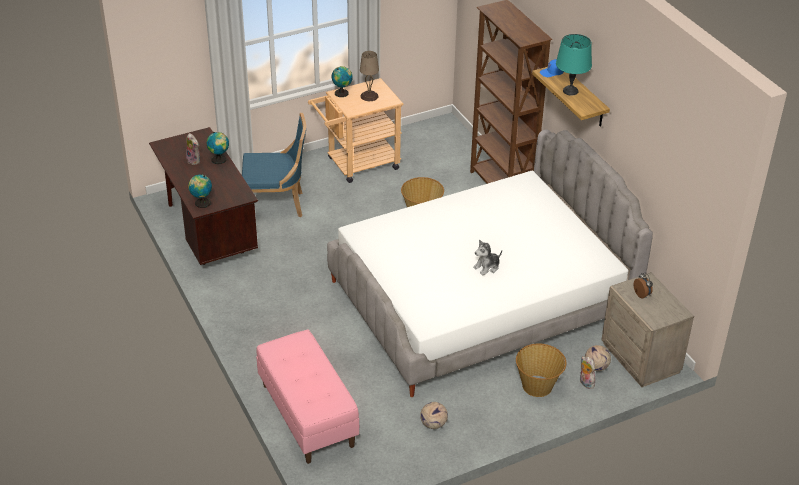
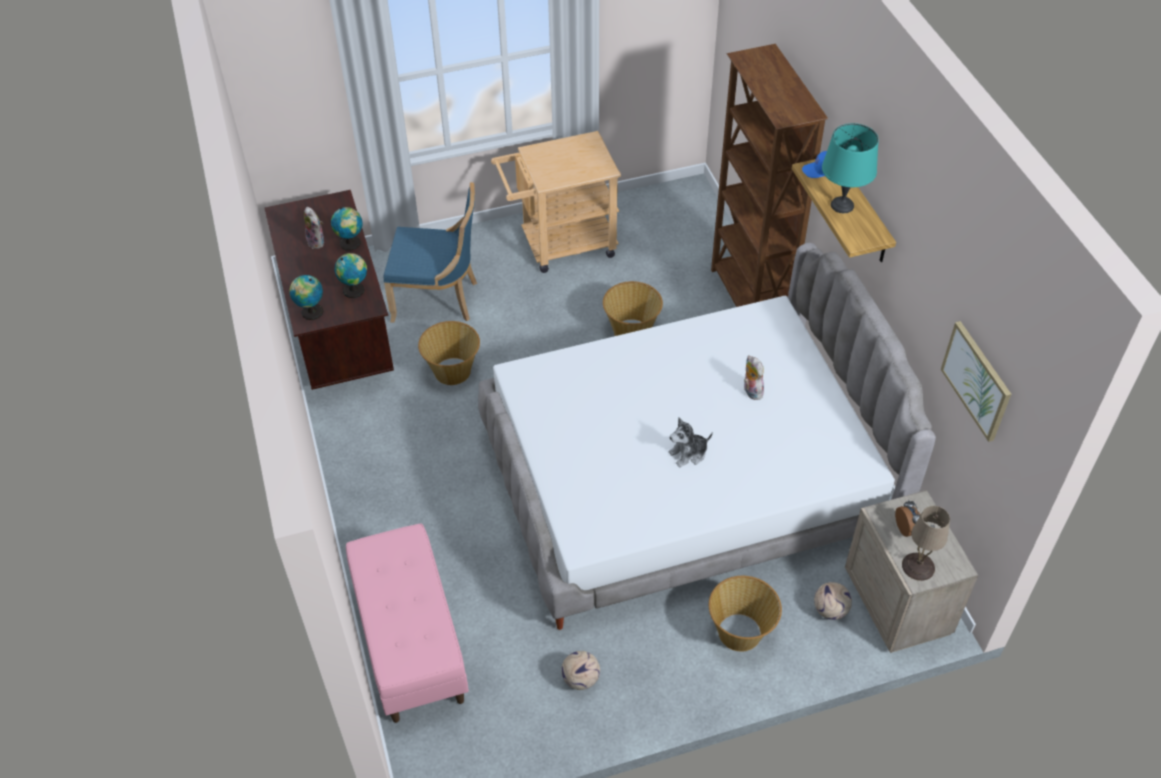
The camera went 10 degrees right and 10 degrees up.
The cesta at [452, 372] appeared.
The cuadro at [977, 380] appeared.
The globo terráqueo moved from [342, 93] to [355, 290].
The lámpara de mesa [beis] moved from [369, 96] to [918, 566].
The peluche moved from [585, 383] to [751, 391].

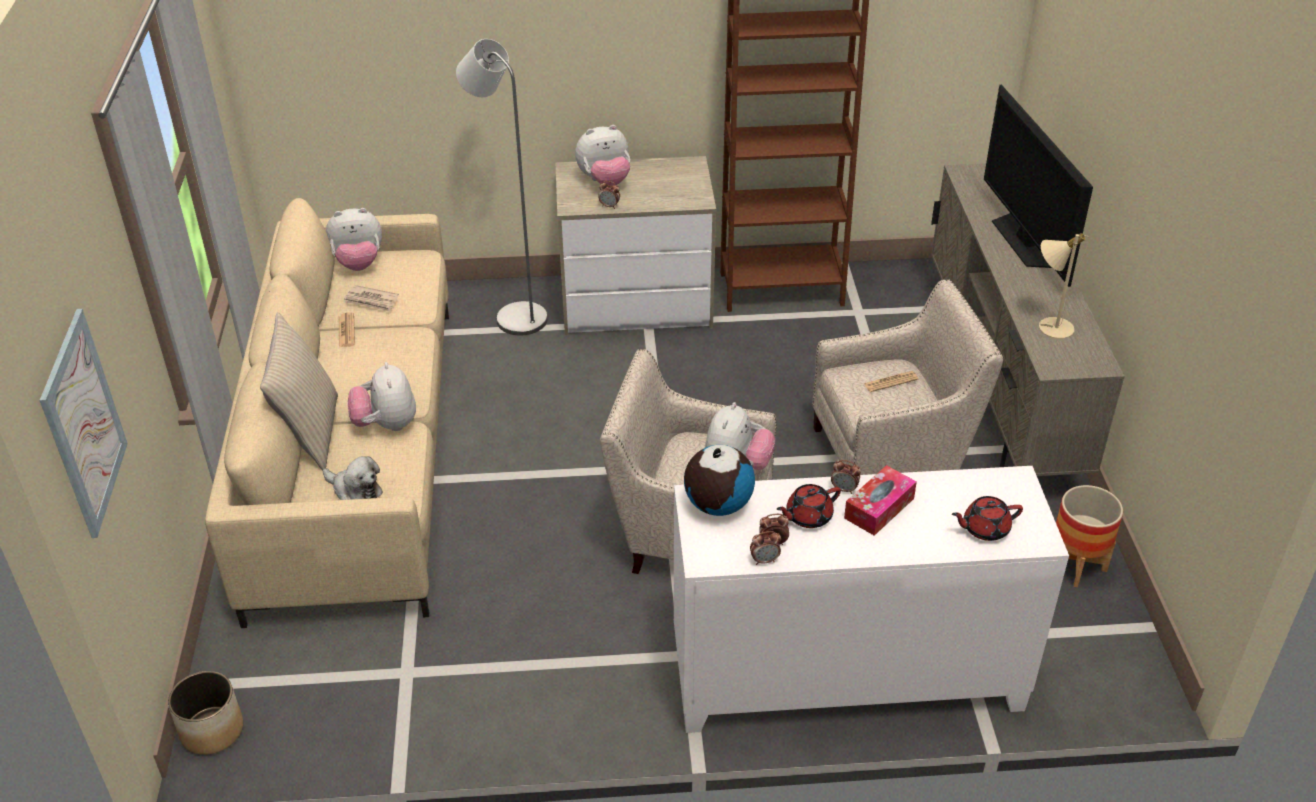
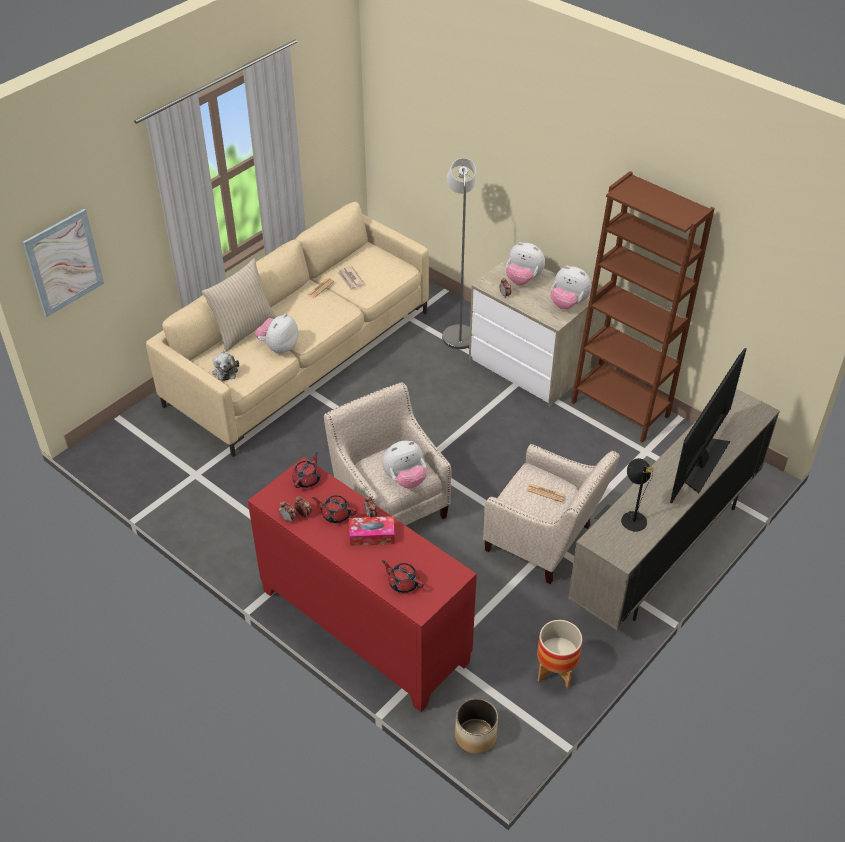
The camera went 45 degrees right and 5 degrees up.
The maceta moved from [212, 730] to [476, 736].
The peluche moved from [358, 263] to [568, 303].
The globo terráqueo at [717, 505] was replaced by the tetera [rojo] at [307, 479].
The armario [blanco] at [846, 677] became the armario [rojo] at [363, 626].
The lámpara de mesa [beis] at [1050, 325] became the lámpara de mesa [negro] at [633, 517].

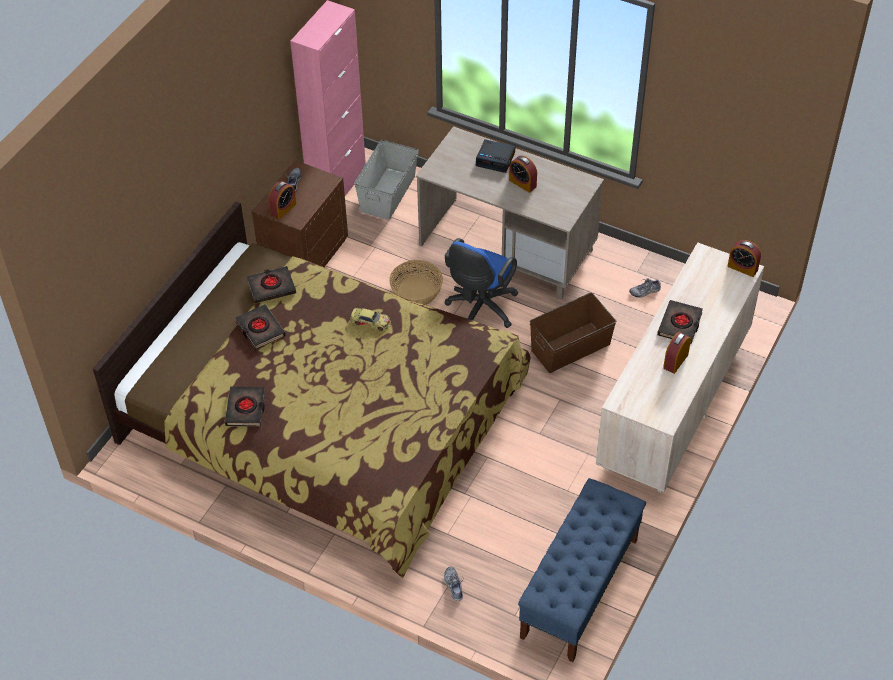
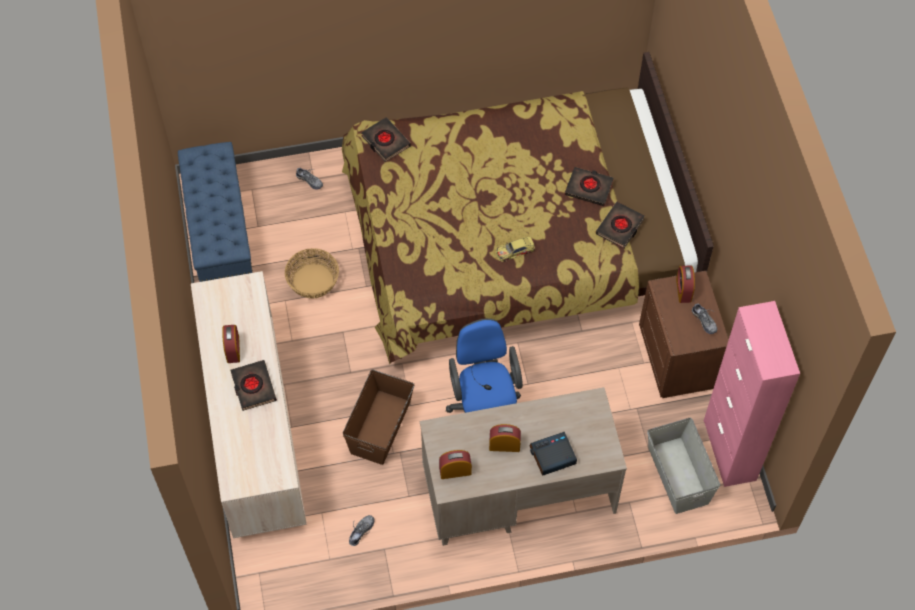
The camera went 140 degrees right and 10 degrees up.
The libro [negro] moved from [246, 409] to [385, 141].
The cesta moved from [417, 292] to [312, 281].
The despertador moved from [742, 268] to [455, 471].

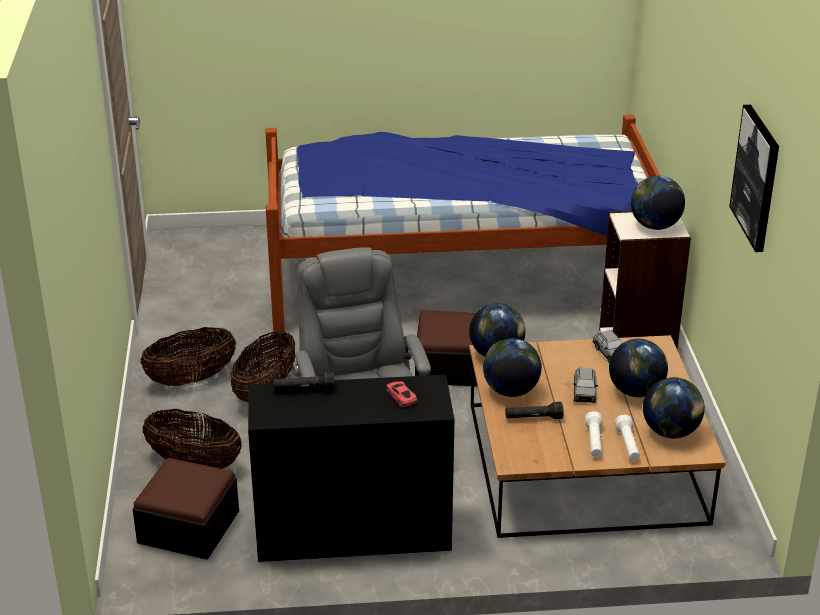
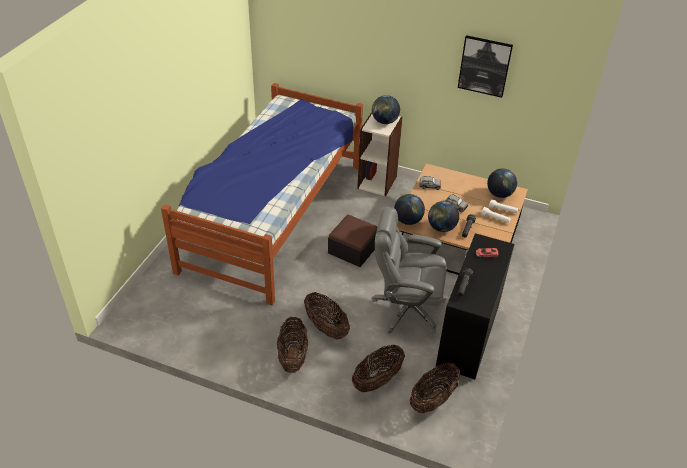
The camera went 65 degrees left and 10 degrees up.
The globo terráqueo at [636, 392] disappeared.
The puf at [188, 527] was replaced by the cesta at [432, 400].

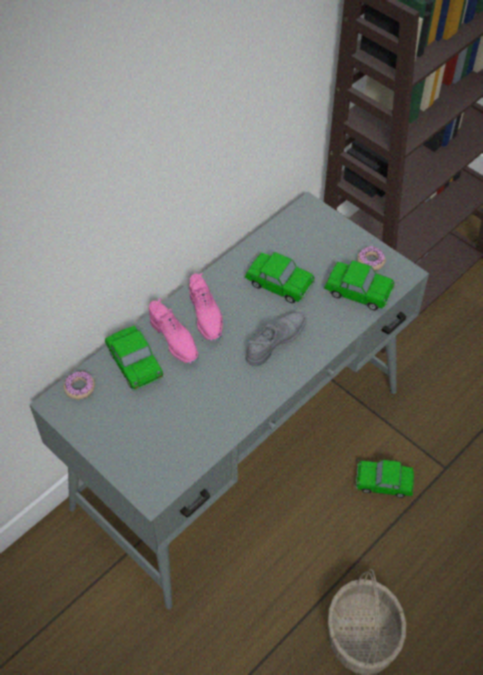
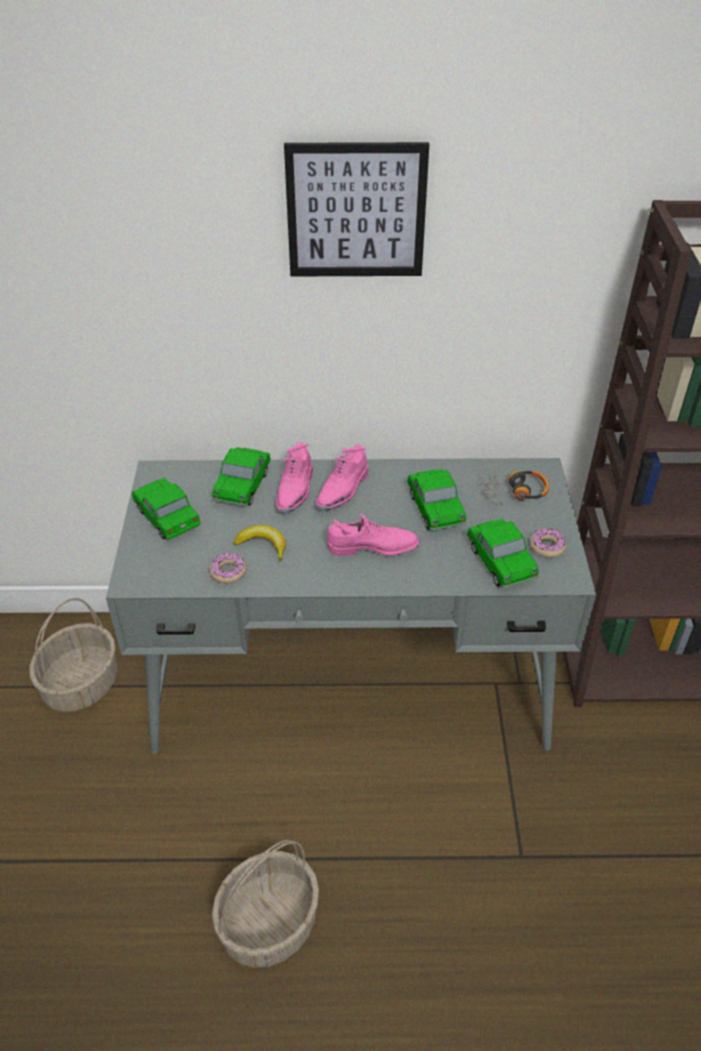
The camera went 45 degrees right and 10 degrees down.
The cesta at [81, 685] appeared.
The plátano at [263, 545] appeared.
The cuadro at [356, 211] appeared.
The auriculares at [513, 492] appeared.
The rosquilla moved from [79, 387] to [228, 572].
The coche de juguete moved from [383, 483] to [167, 518].
The zapato [gris] at [275, 342] became the zapato [rosa] at [373, 548].

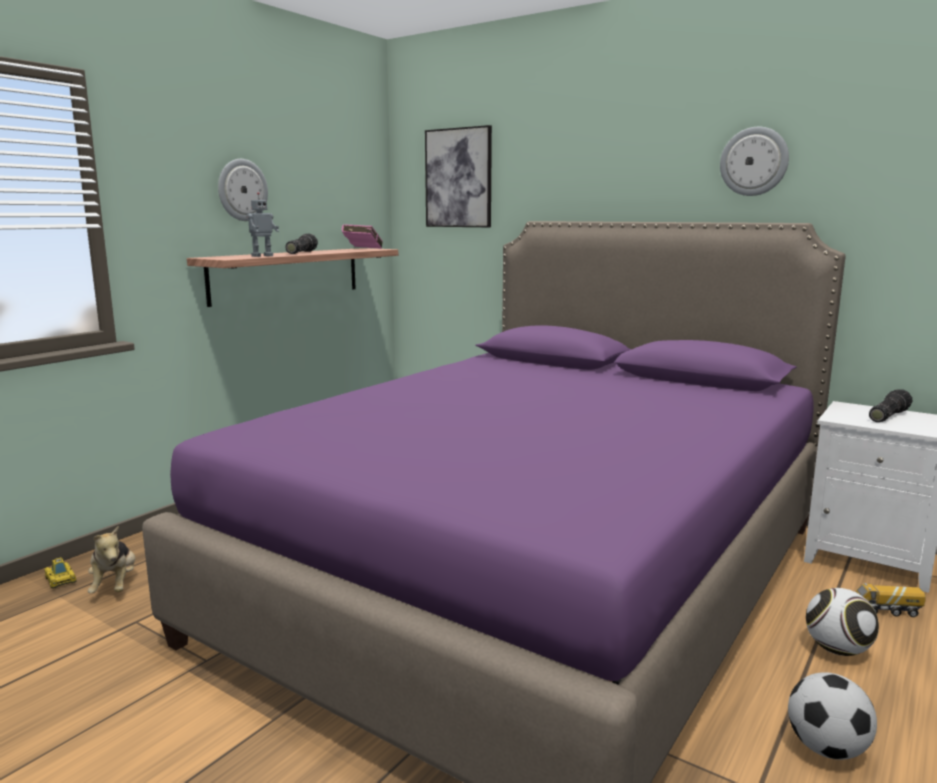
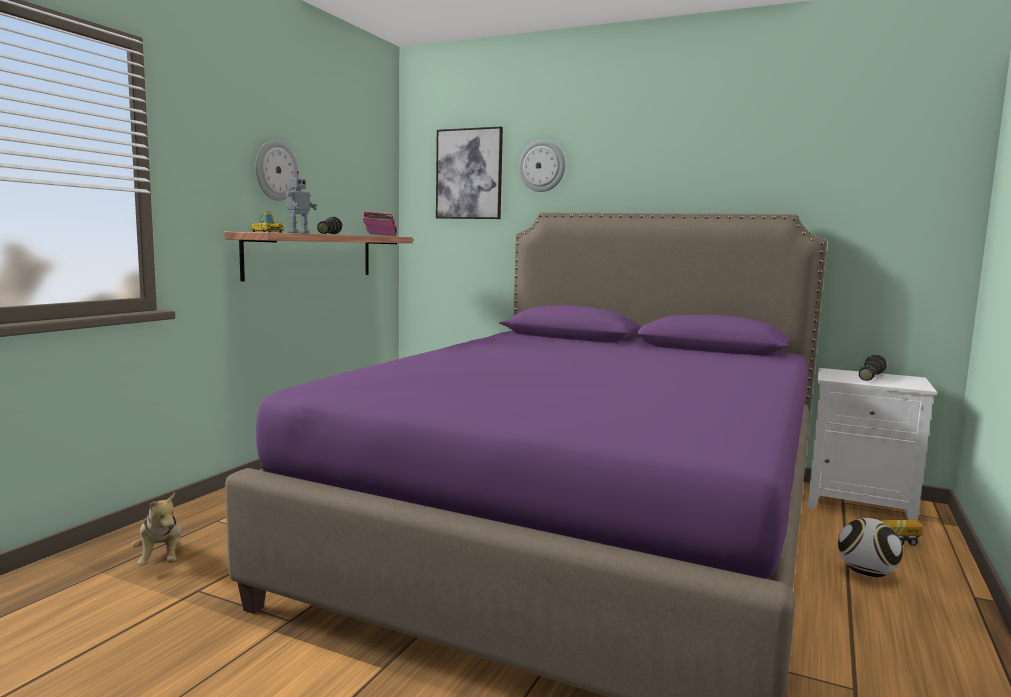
The camera went 10 degrees left and 5 degrees down.
The balón de fútbol at [826, 748] disappeared.
The coche de juguete moved from [61, 579] to [267, 232].
The reloj de pared moved from [754, 161] to [542, 166].

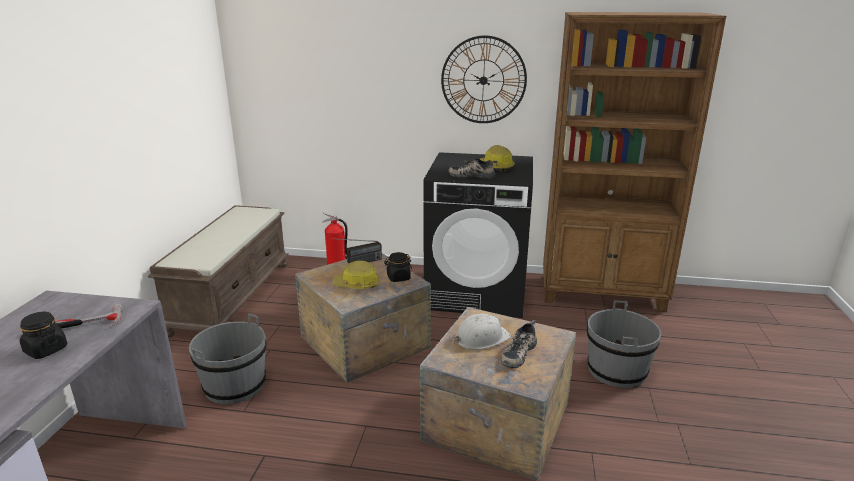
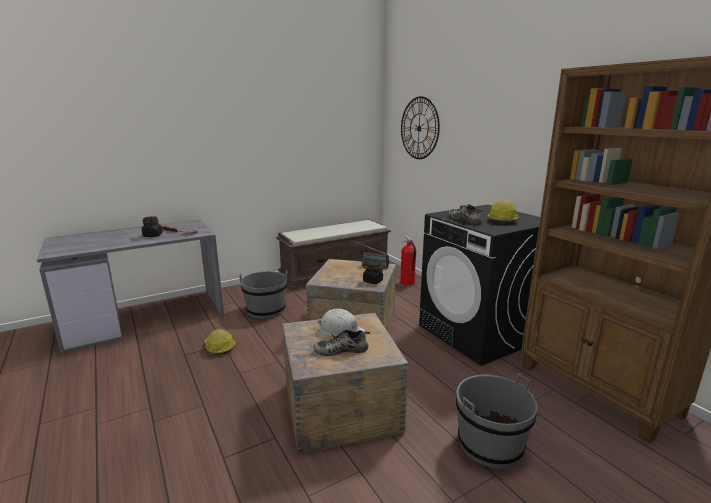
The camera went 50 degrees right and 5 degrees down.
The casco moved from [357, 284] to [219, 347].
The reloj de pared moved from [483, 80] to [419, 128].

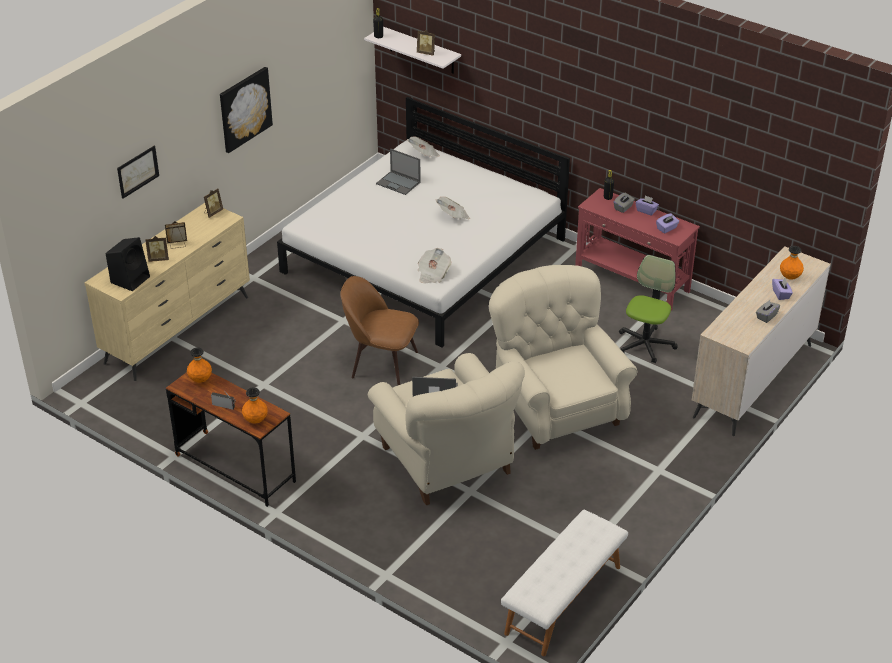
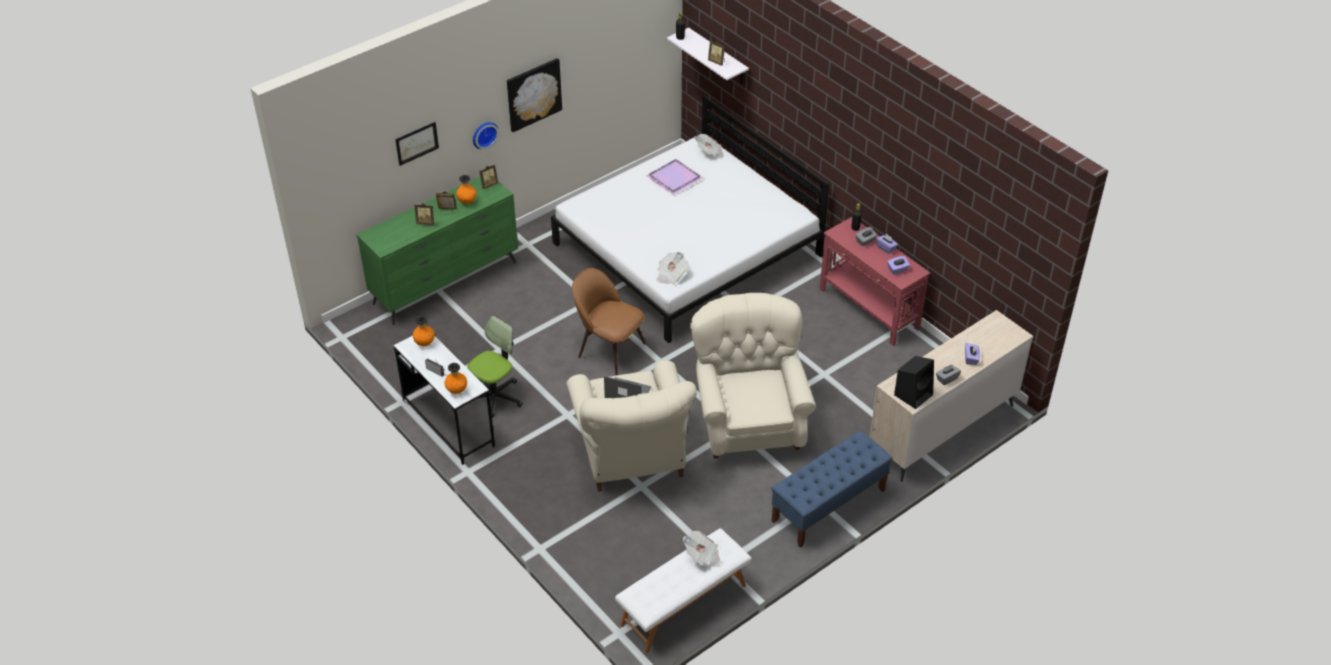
The camera went 15 degrees right and 5 degrees up.
The reloj de pared at [484, 134] appeared.
The banco [azul] at [828, 506] appeared.
The altavoz [negro] moved from [130, 279] to [913, 394].
The periódico moved from [453, 216] to [702, 555].
The silla de oficina moved from [645, 344] to [495, 397].
The florero [naranja] moved from [790, 277] to [467, 202].
The portátil at [398, 183] was replaced by the bandeja [morado] at [675, 178].
The cómoda [beis] at [178, 329] became the cómoda [verde] at [446, 283].
The escritorio [marrón] at [235, 468] became the escritorio [blanco] at [448, 423].

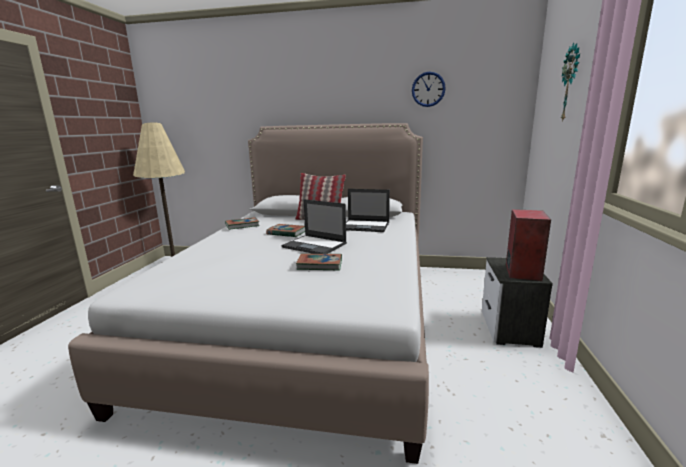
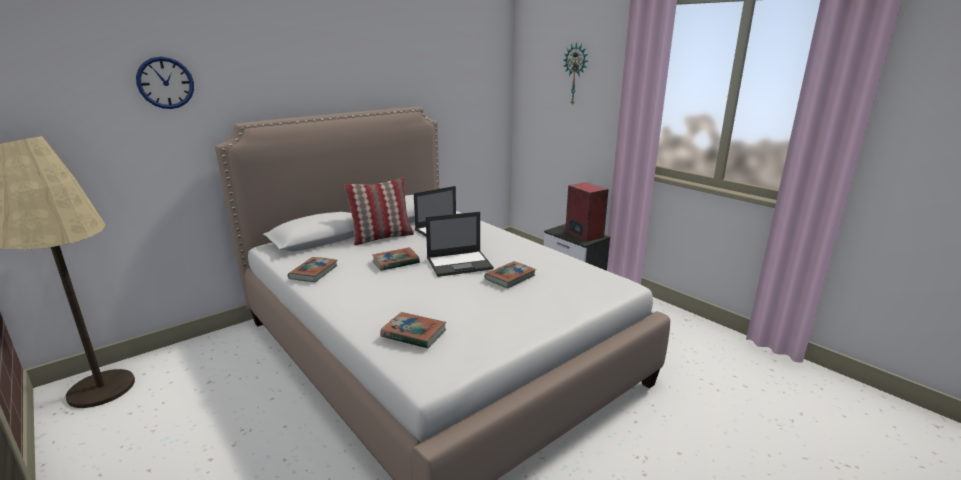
The camera went 50 degrees left and 5 degrees up.
The libro at [413, 334] appeared.
The reloj de pared moved from [428, 89] to [165, 83].

